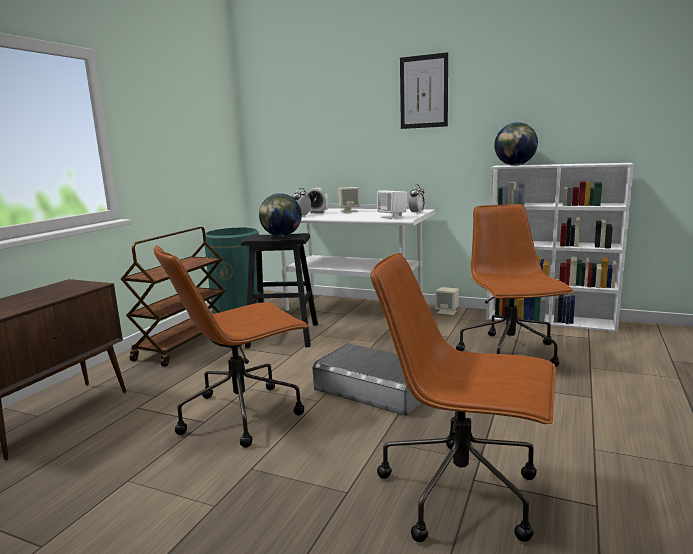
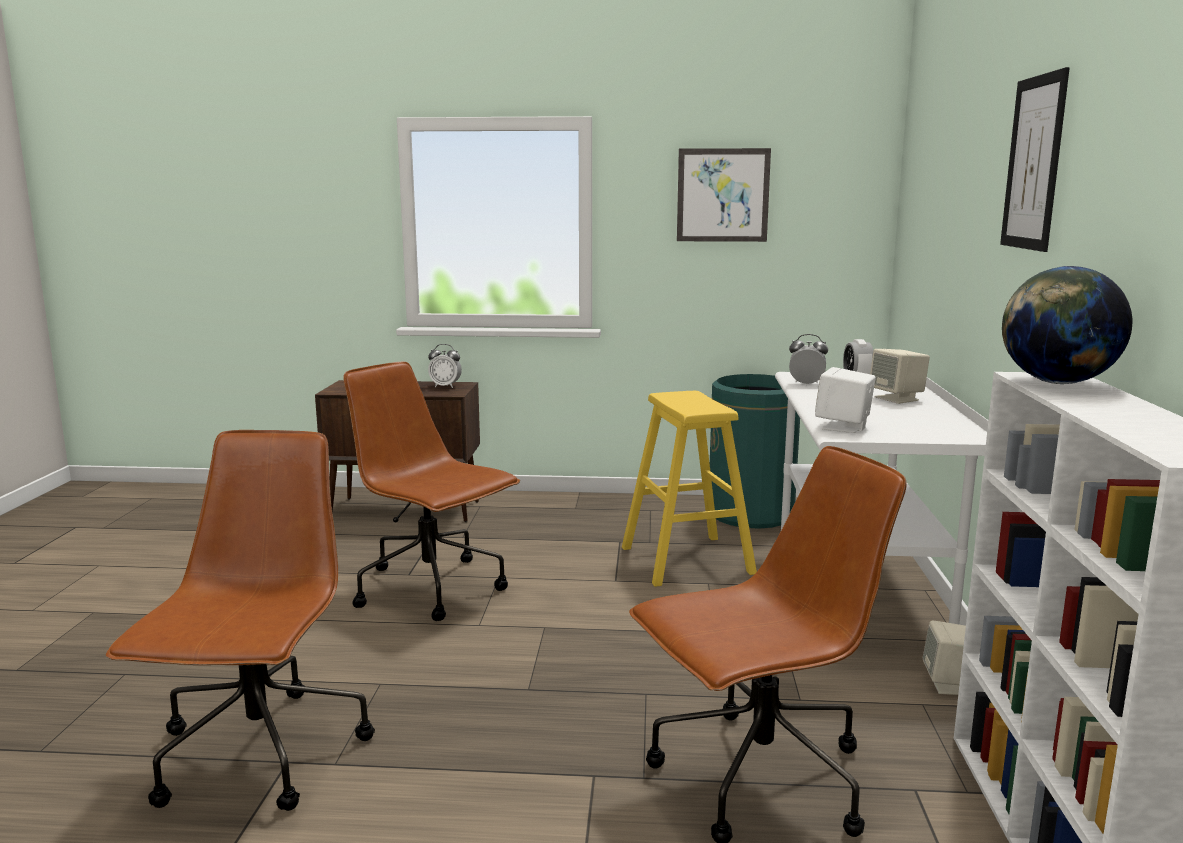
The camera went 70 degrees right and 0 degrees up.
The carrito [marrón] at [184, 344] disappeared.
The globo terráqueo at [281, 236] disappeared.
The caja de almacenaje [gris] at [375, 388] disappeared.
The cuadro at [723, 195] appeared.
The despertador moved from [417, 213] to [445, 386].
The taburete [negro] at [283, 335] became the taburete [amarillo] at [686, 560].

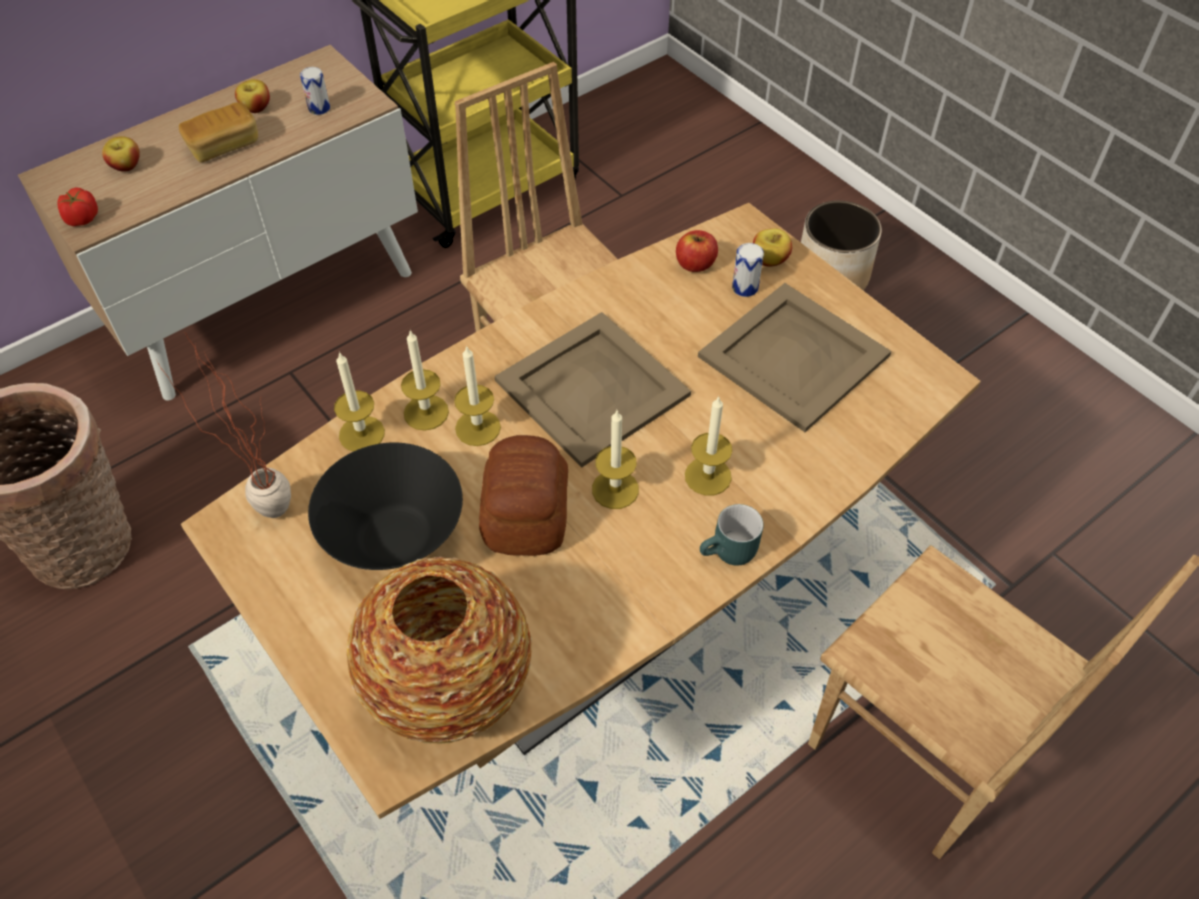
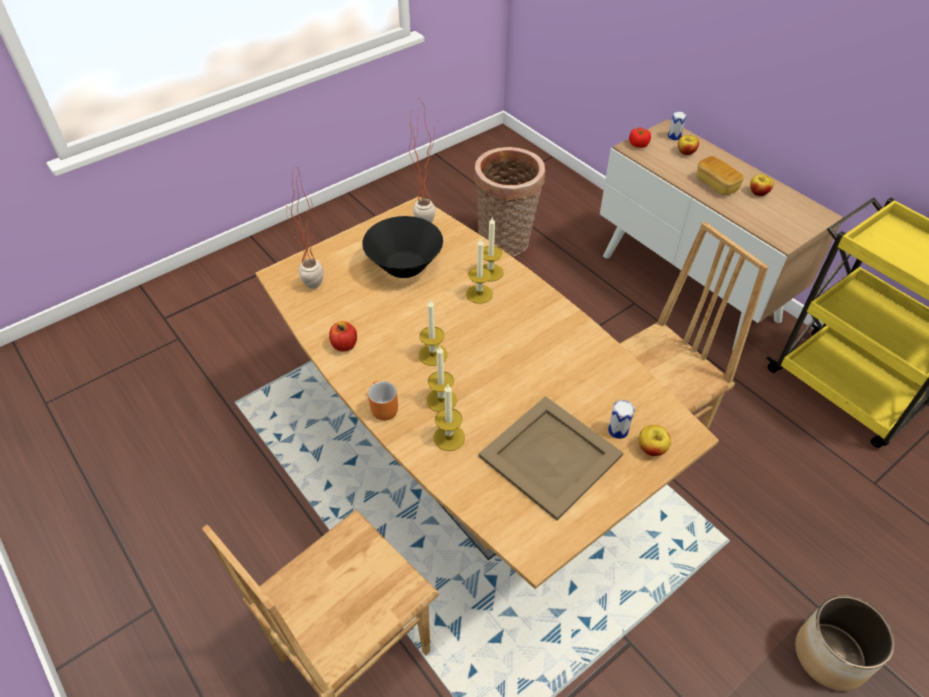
The camera went 90 degrees right and 5 degrees down.
The pan at [527, 512] disappeared.
The bandeja [beis] at [592, 386] disappeared.
The lata moved from [319, 108] to [674, 136].
The vela moved from [361, 434] to [449, 437].
The manzana moved from [695, 264] to [344, 345].
The florero at [447, 686] was replaced by the planta en maceta at [315, 290].
The taza grande [turquesa] at [730, 554] became the taza grande [naranja] at [381, 408].

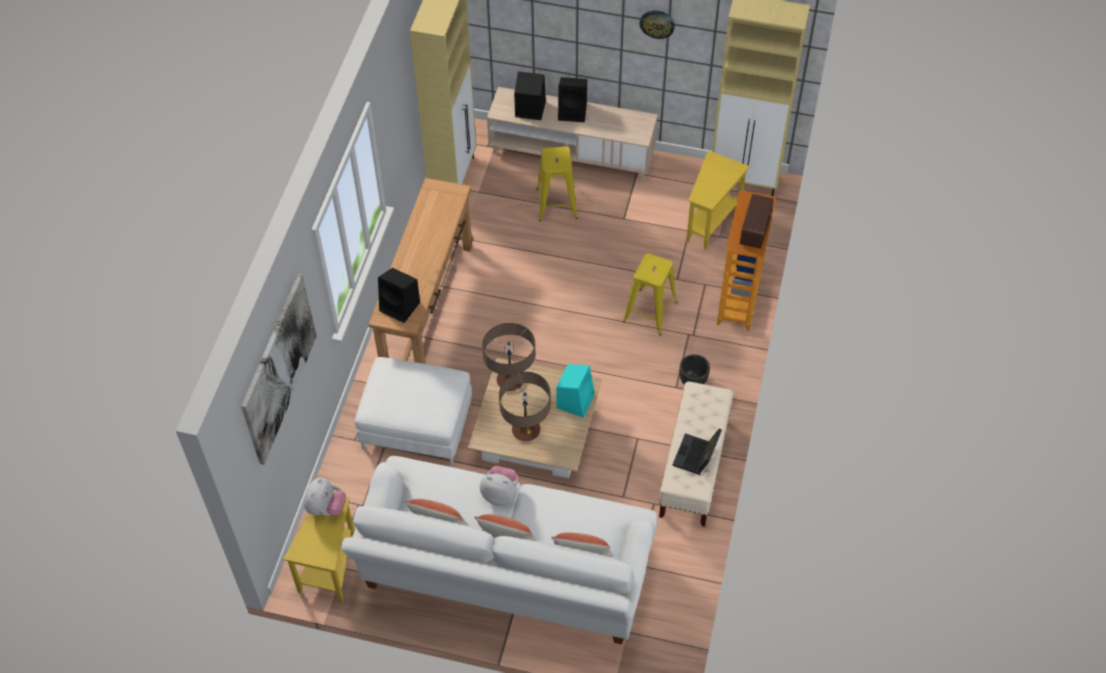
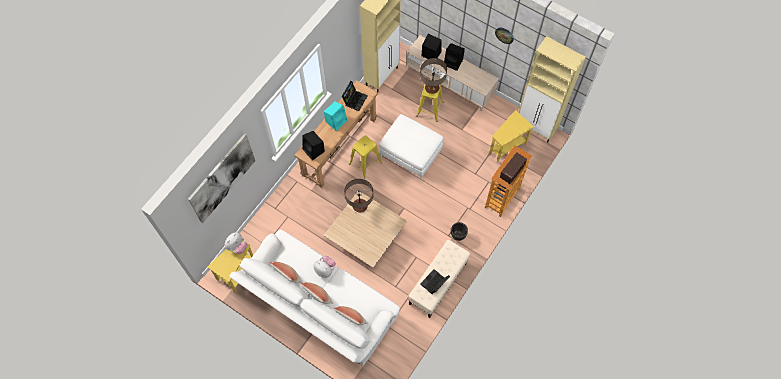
The camera went 20 degrees right and 10 degrees up.
The portátil at [354, 99] appeared.
The puf [blanco] moved from [417, 425] to [410, 153].
The lámpara de mesa moved from [526, 430] to [432, 88].
The altavoz [turquesa] moved from [575, 400] to [336, 120].
The taburete [amarillo] moved from [650, 312] to [365, 163].

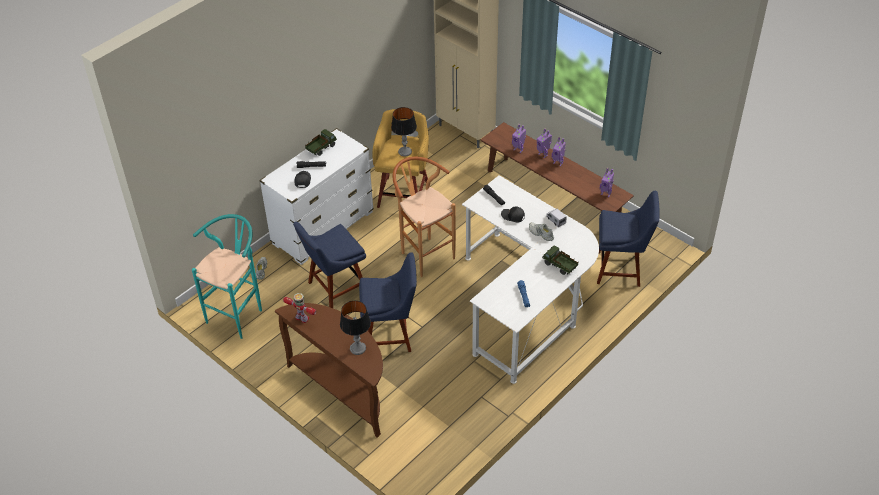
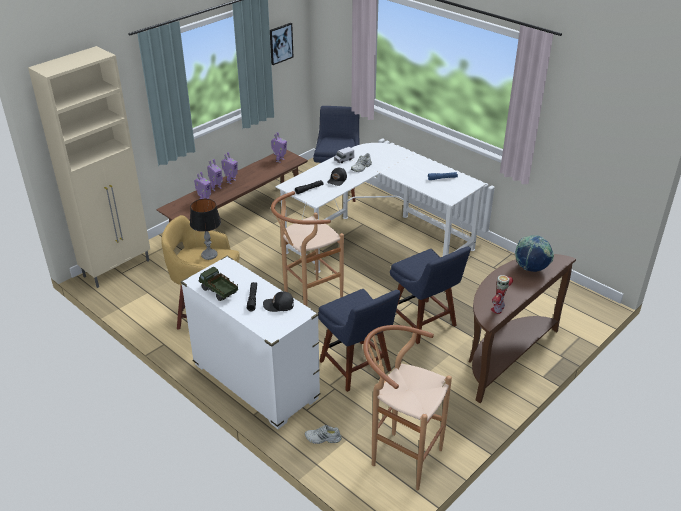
The camera went 90 degrees left and 10 degrees down.
The camión de juguete at [559, 266] disappeared.
The cuadro at [280, 43] appeared.
The lámpara de mesa at [358, 348] was replaced by the globo terráqueo at [531, 268].
The taburete [turquesa] at [238, 313] became the taburete [marrón] at [400, 456].
The silla [azul] at [391, 335] turned 150 degrees clockwise.

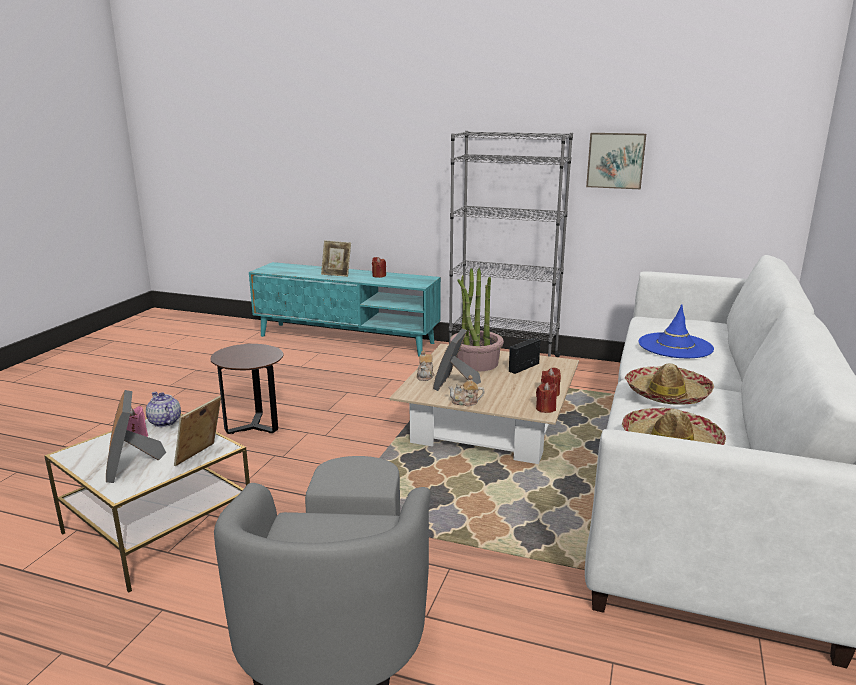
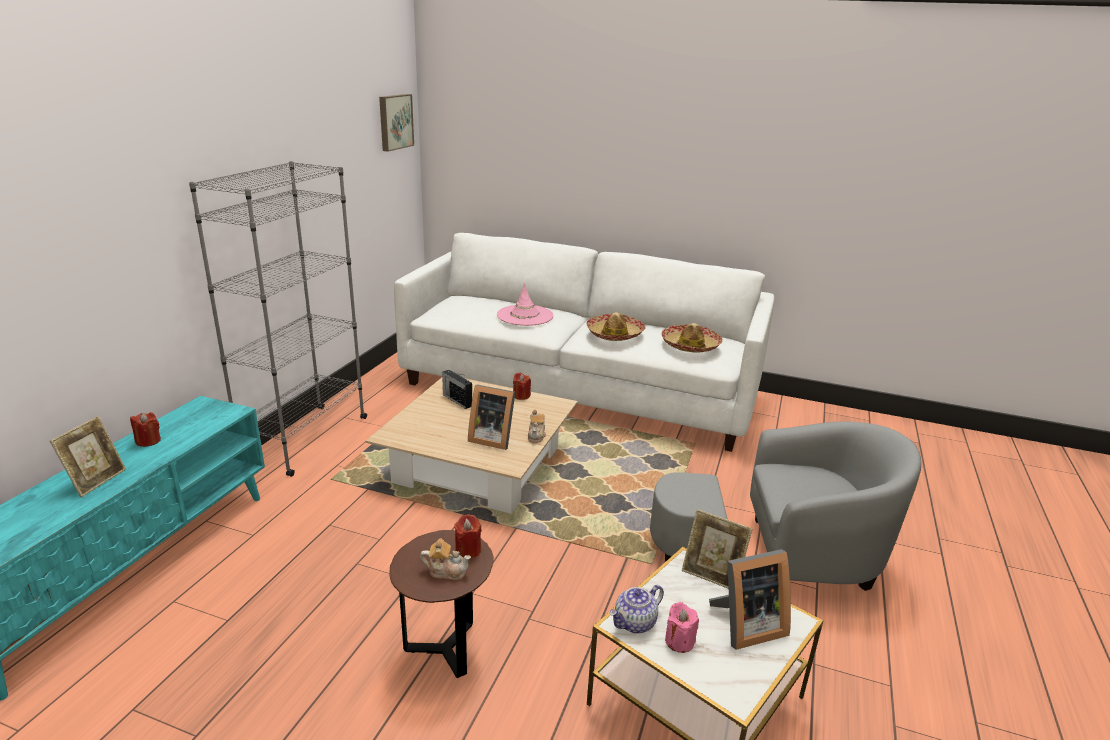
The camera went 90 degrees left and 5 degrees up.
The planta en maceta at [475, 363] disappeared.
The tetera moved from [425, 376] to [446, 571].
The vela [rojo] moved from [545, 409] to [468, 550].
The cuadro moved from [616, 160] to [394, 122].
The sombrero [azul] at [675, 346] became the sombrero [rosa] at [525, 315].

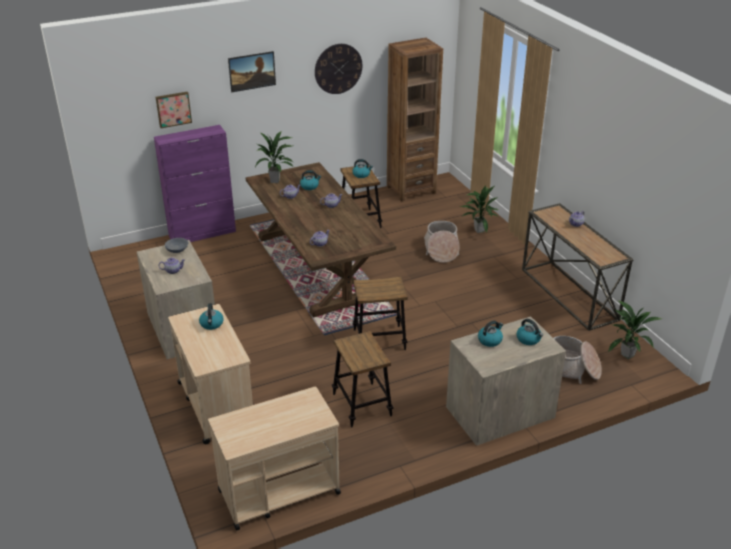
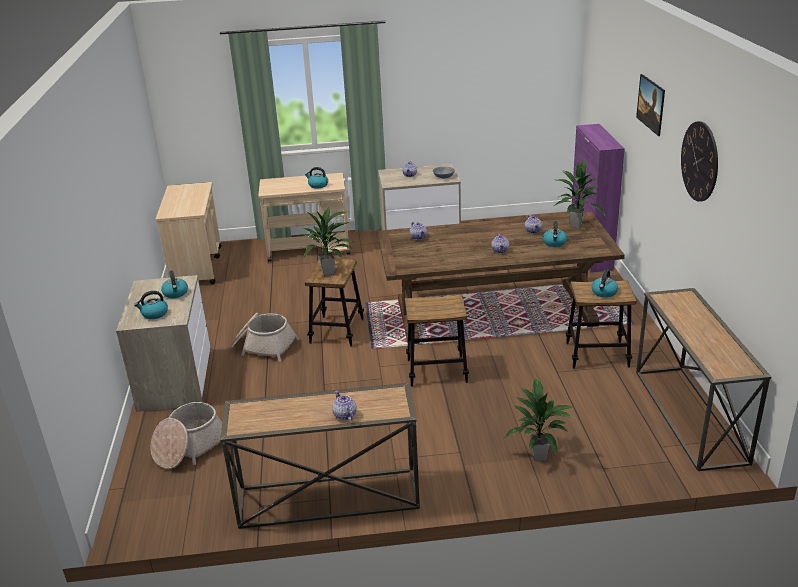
The camera went 110 degrees right and 5 degrees down.
The cuadro at [173, 109] disappeared.
The taburete moved from [362, 405] to [437, 371].
The cesta moved from [441, 250] to [263, 346].
The planta en maceta moved from [627, 354] to [328, 272].
The estantería [marrón] at [411, 190] was replaced by the mesa consola at [690, 415].

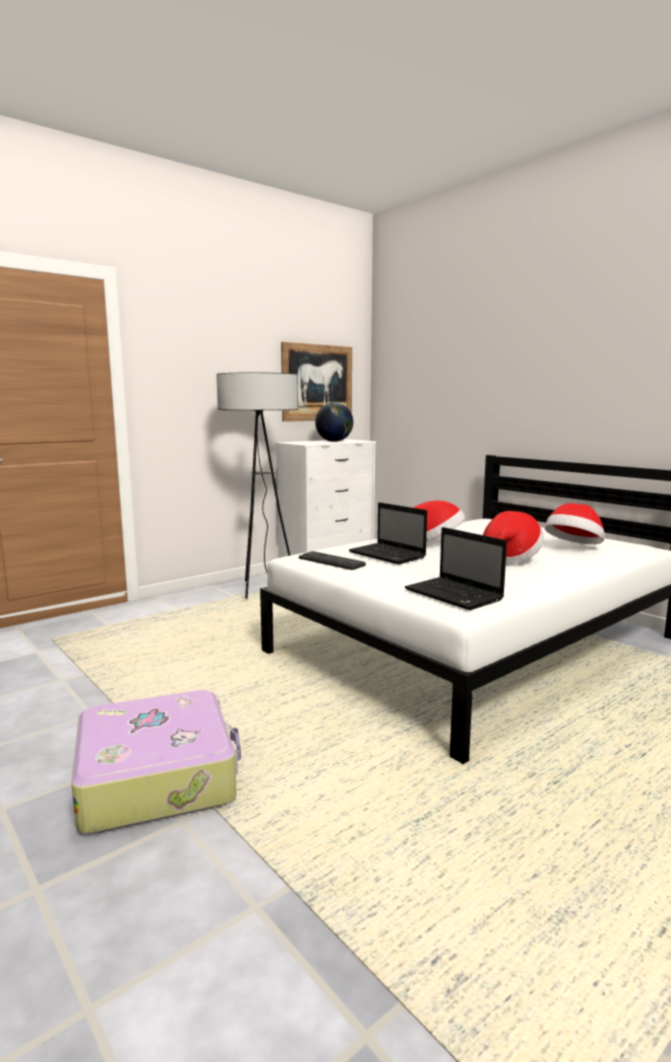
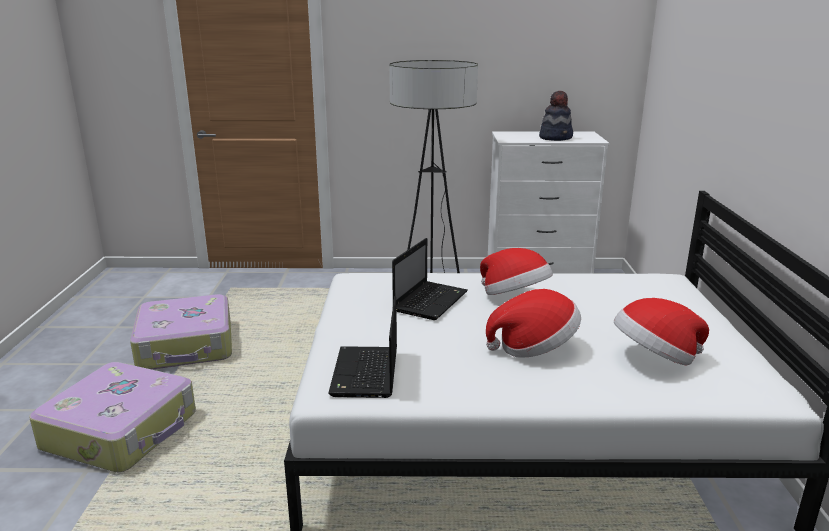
The camera went 40 degrees right and 10 degrees up.
The cuadro at [317, 383] disappeared.
The teclado at [331, 561] disappeared.
The maleta at [187, 346] appeared.
The globo terráqueo at [334, 441] was replaced by the sombrero at [556, 138].
The portátil at [388, 555] turned 150 degrees counterclockwise.

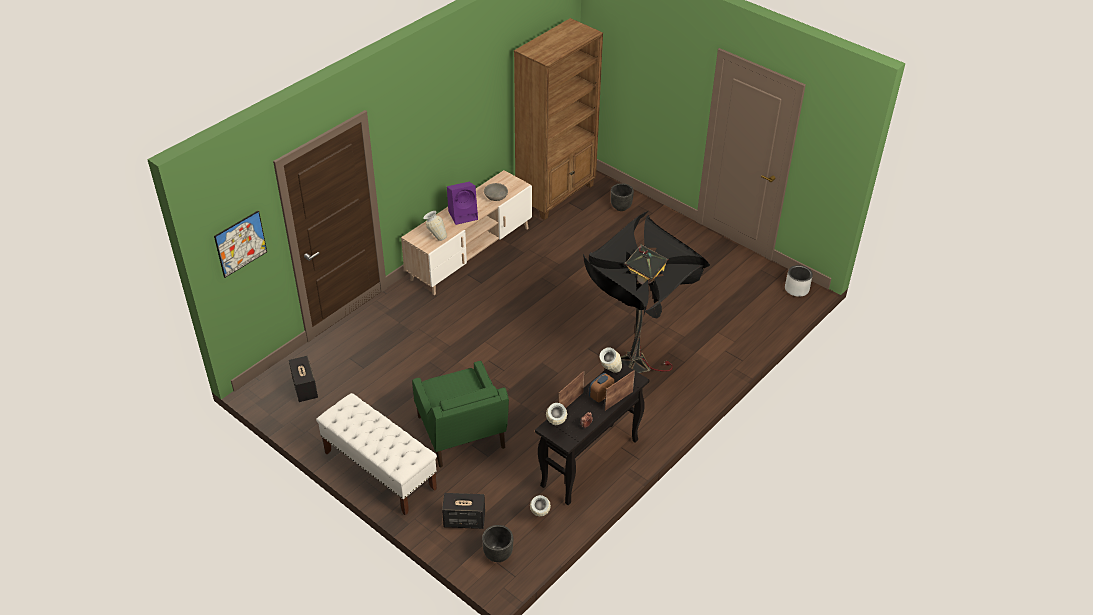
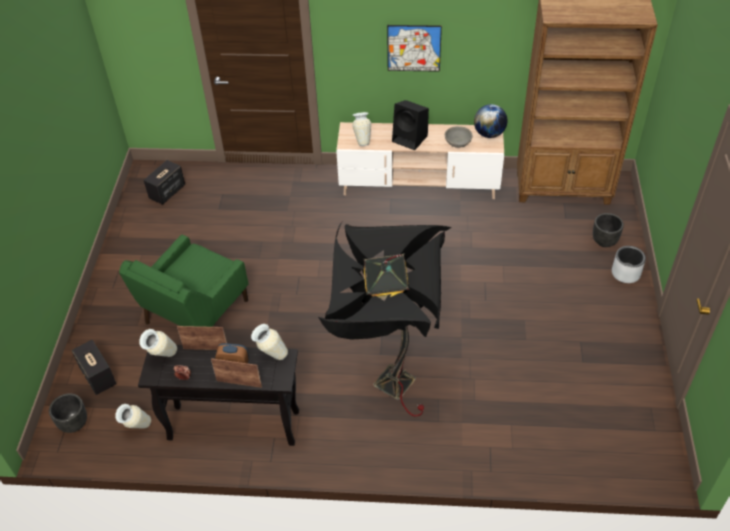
The camera went 55 degrees right and 5 degrees up.
The banco [blanco] at [379, 470] disappeared.
The globo terráqueo at [489, 134] appeared.
The cuadro moved from [240, 244] to [414, 48].
The maceta [gris] moved from [797, 289] to [626, 273].
The altavoz [morado] at [463, 215] became the altavoz [negro] at [410, 138].

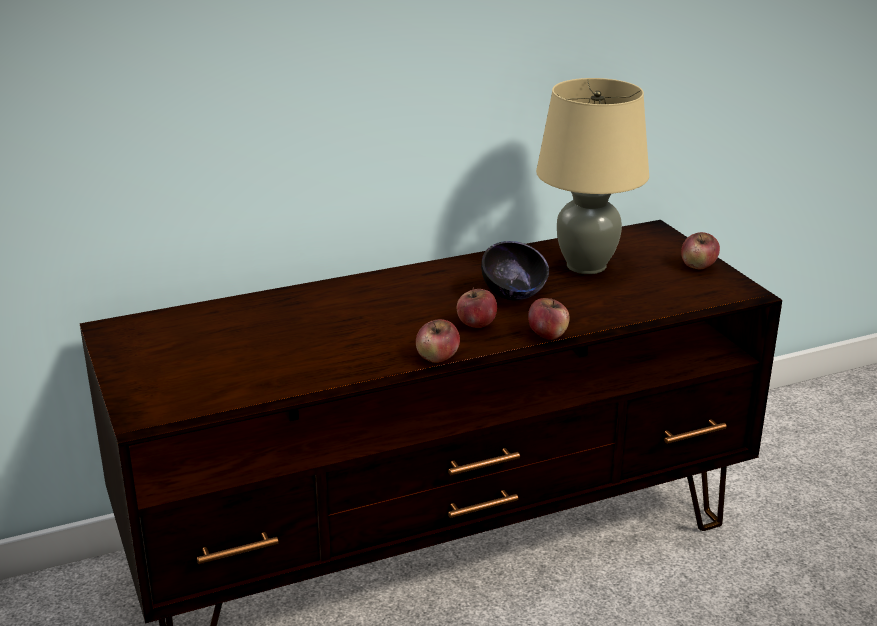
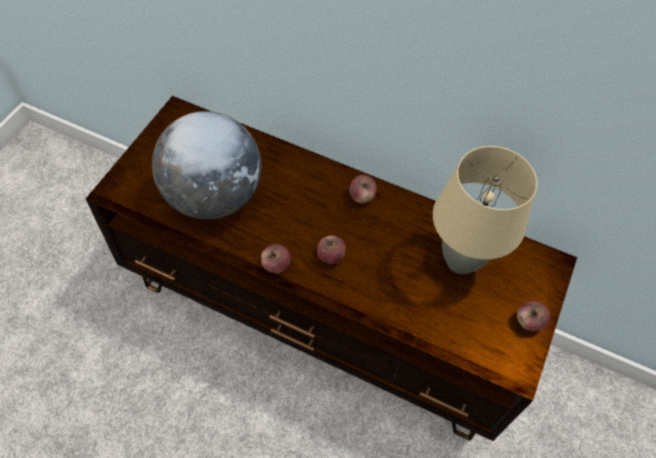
The camera went 45 degrees right and 30 degrees up.
The cuenco [negro] at [513, 296] disappeared.
The globo terráqueo at [213, 196] appeared.
The manzana moved from [548, 334] to [361, 196].

